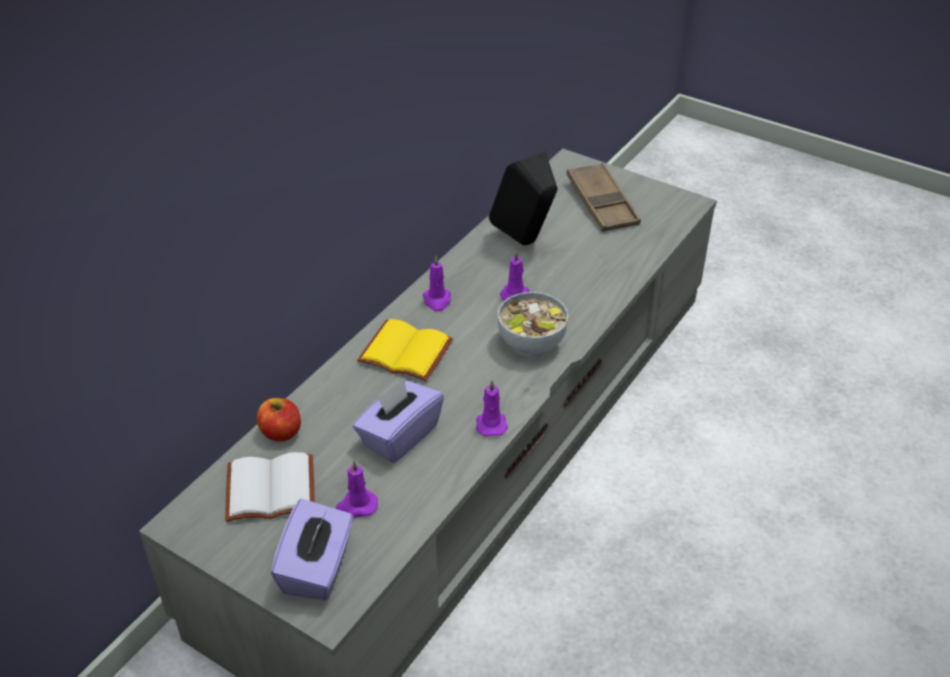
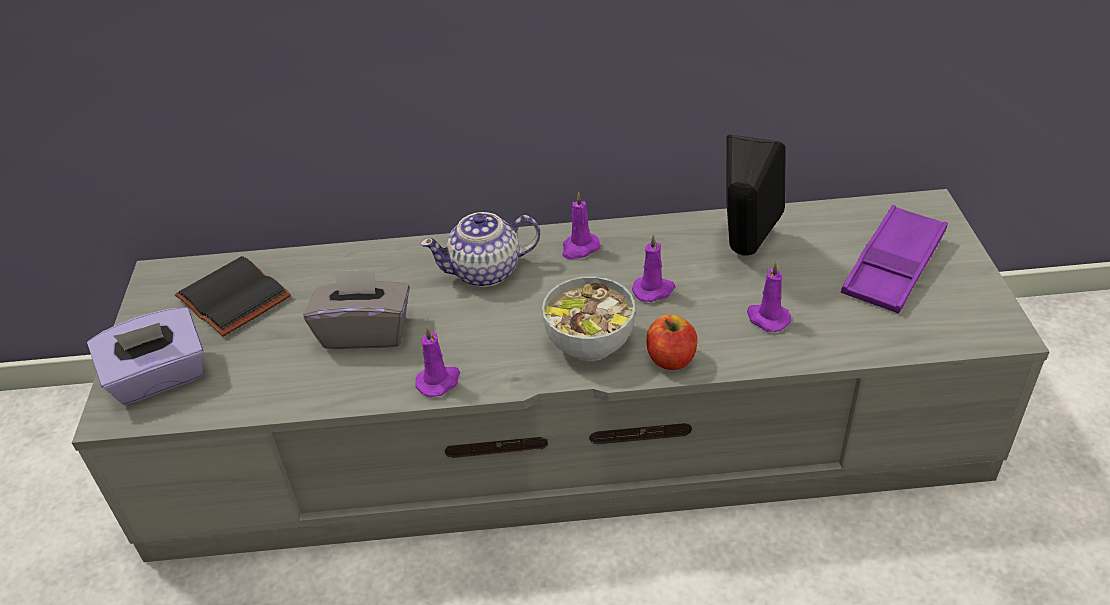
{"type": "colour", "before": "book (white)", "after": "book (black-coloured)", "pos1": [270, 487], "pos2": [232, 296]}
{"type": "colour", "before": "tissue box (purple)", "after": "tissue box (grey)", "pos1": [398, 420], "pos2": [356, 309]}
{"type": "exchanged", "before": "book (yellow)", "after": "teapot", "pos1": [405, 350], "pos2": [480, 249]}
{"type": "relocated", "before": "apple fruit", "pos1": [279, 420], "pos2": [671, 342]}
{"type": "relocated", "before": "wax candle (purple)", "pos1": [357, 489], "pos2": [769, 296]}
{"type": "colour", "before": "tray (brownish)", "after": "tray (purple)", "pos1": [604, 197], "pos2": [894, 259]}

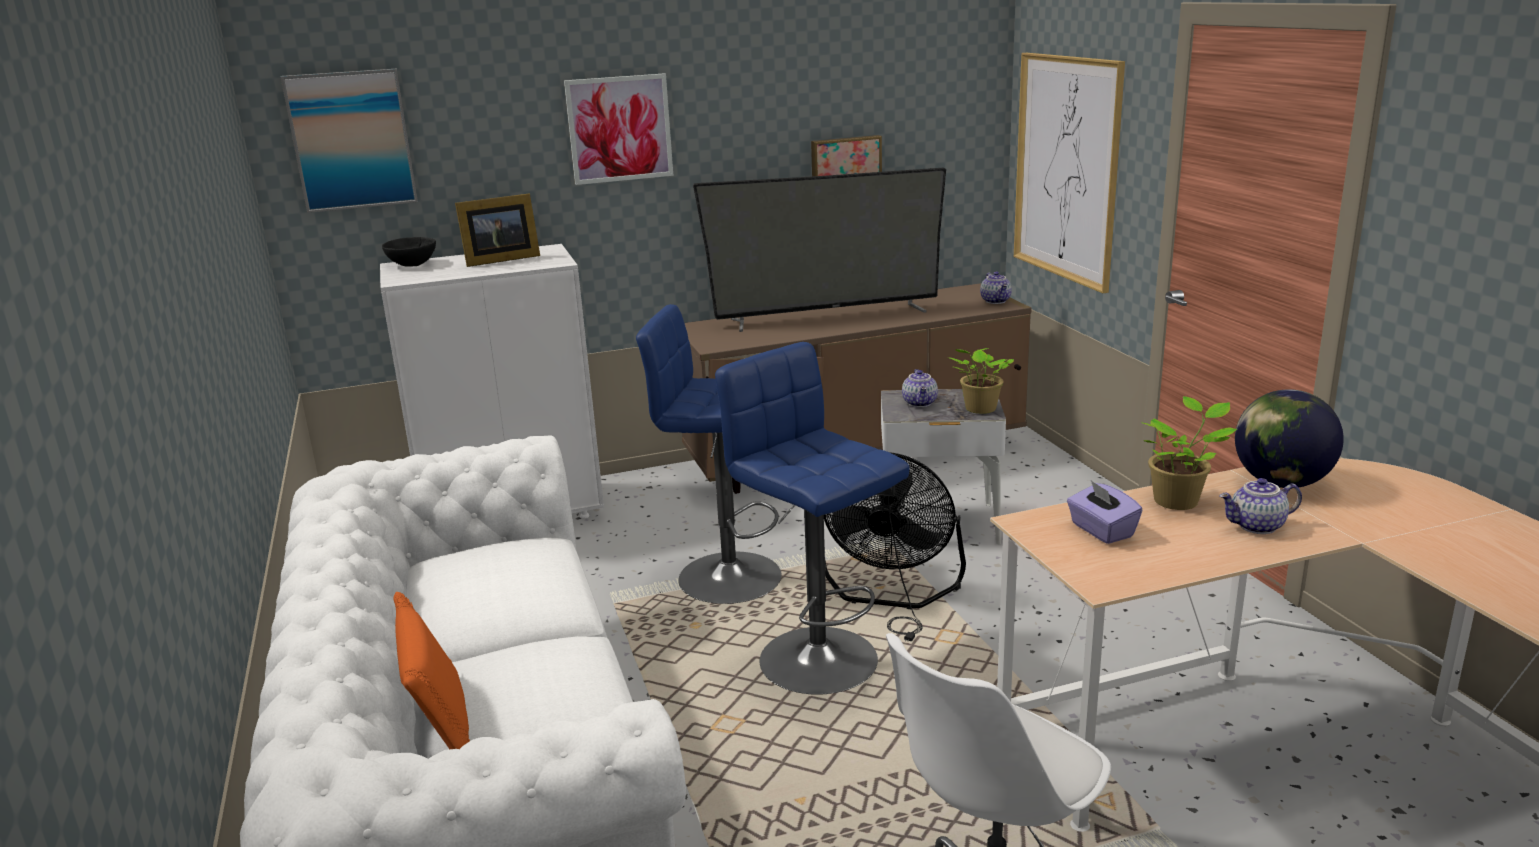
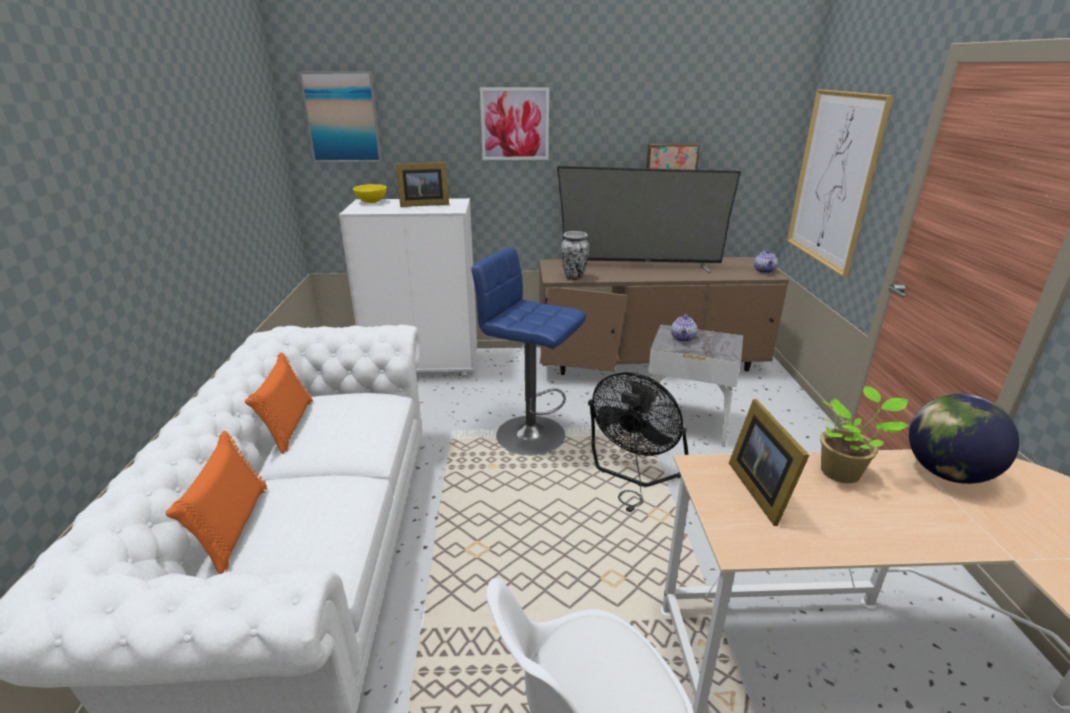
{"type": "appeared", "after": "throw pillow (orangey)", "pos2": [279, 403]}
{"type": "colour", "before": "deep dish (black-coloured)", "after": "deep dish (yellow)", "pos1": [409, 252], "pos2": [370, 193]}
{"type": "appeared", "after": "decorative vase", "pos2": [575, 255]}
{"type": "exchanged", "before": "tissue box (purple)", "after": "photo frame", "pos1": [1105, 512], "pos2": [769, 462]}
{"type": "missing", "before": "sitting stool (bluish)", "pos1": [812, 518]}
{"type": "missing", "before": "plant in a pot", "pos1": [982, 381]}
{"type": "missing", "before": "teapot", "pos1": [1260, 506]}

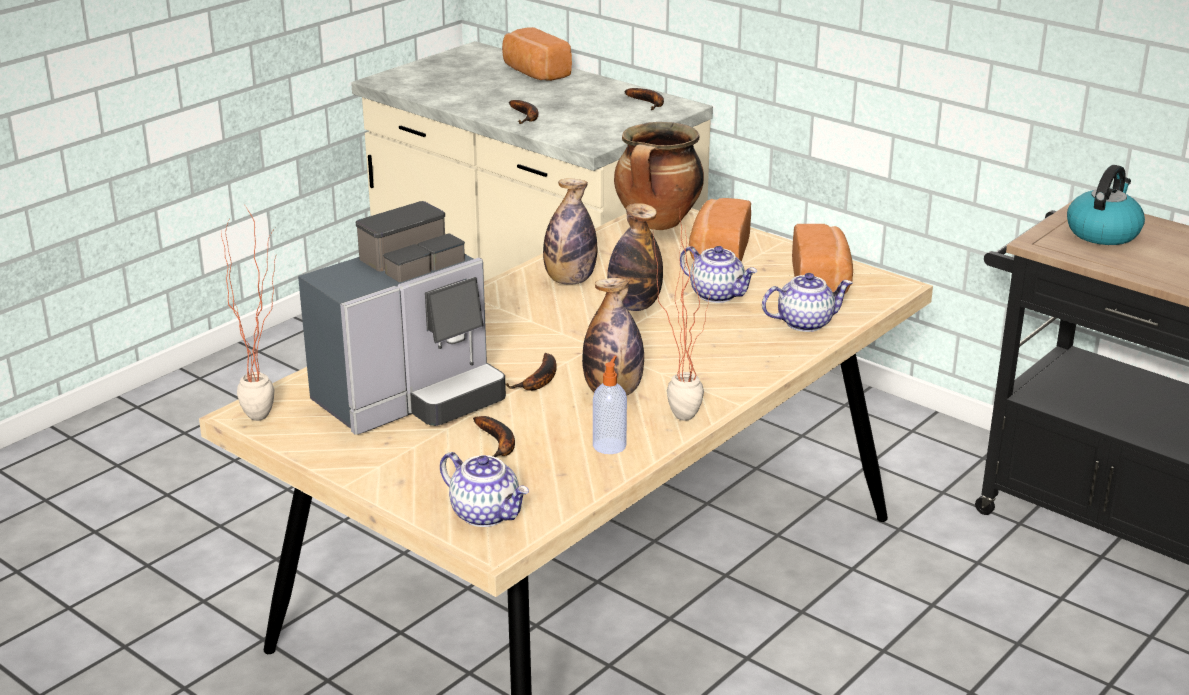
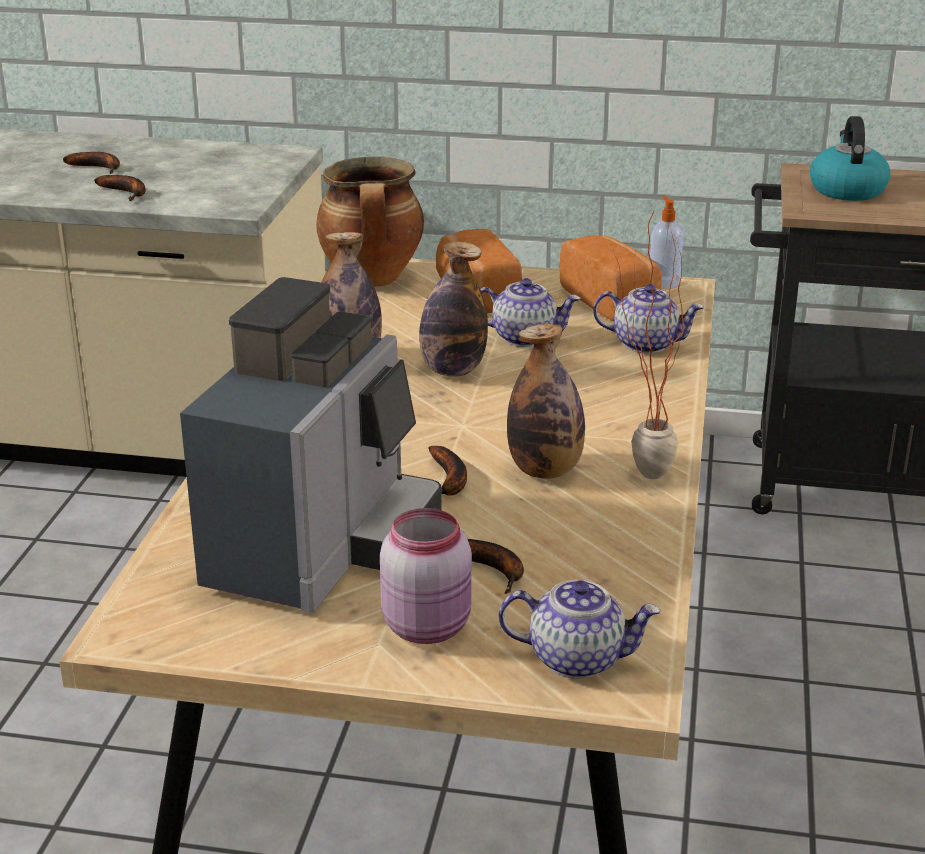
{"type": "relocated", "before": "whole banana", "pos1": [644, 99], "pos2": [91, 163]}
{"type": "appeared", "after": "storage jar (pinkish)", "pos2": [426, 576]}
{"type": "spun", "before": "teapot", "pos1": [807, 302], "pos2": [648, 318], "turn": 60}
{"type": "relocated", "before": "soap dispenser", "pos1": [610, 405], "pos2": [666, 242]}
{"type": "missing", "before": "plant in a pot", "pos1": [248, 312]}
{"type": "missing", "before": "bakery bread", "pos1": [537, 54]}

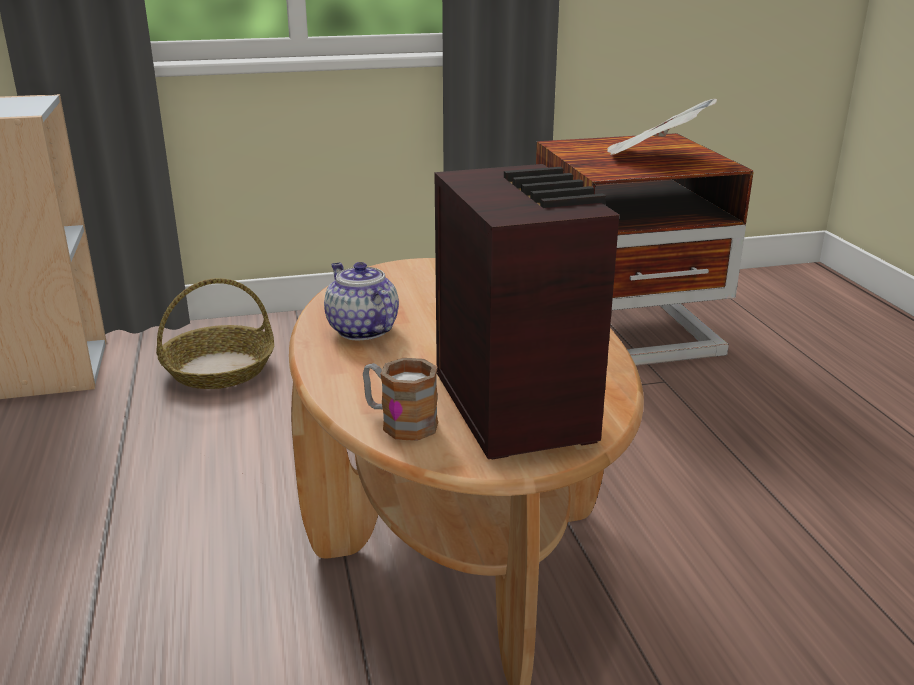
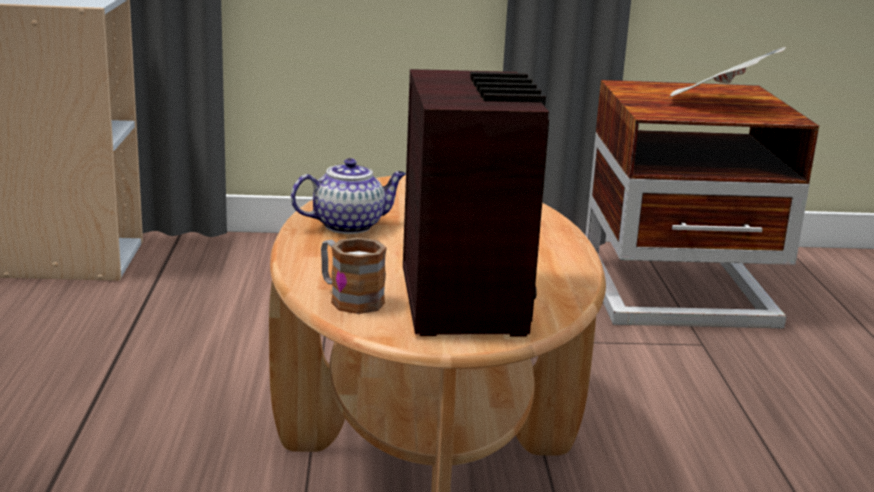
{"type": "spun", "before": "teapot", "pos1": [361, 301], "pos2": [348, 196], "turn": 90}
{"type": "missing", "before": "storage basket", "pos1": [215, 333]}

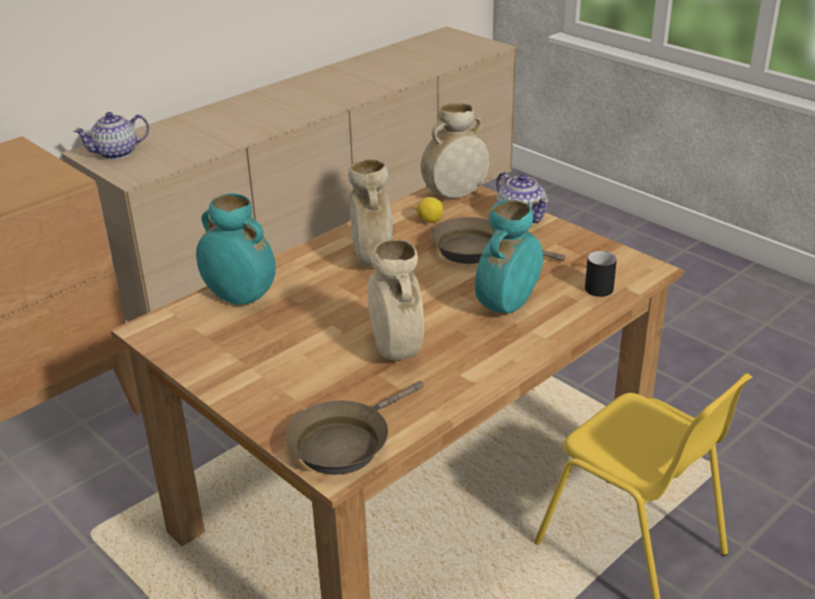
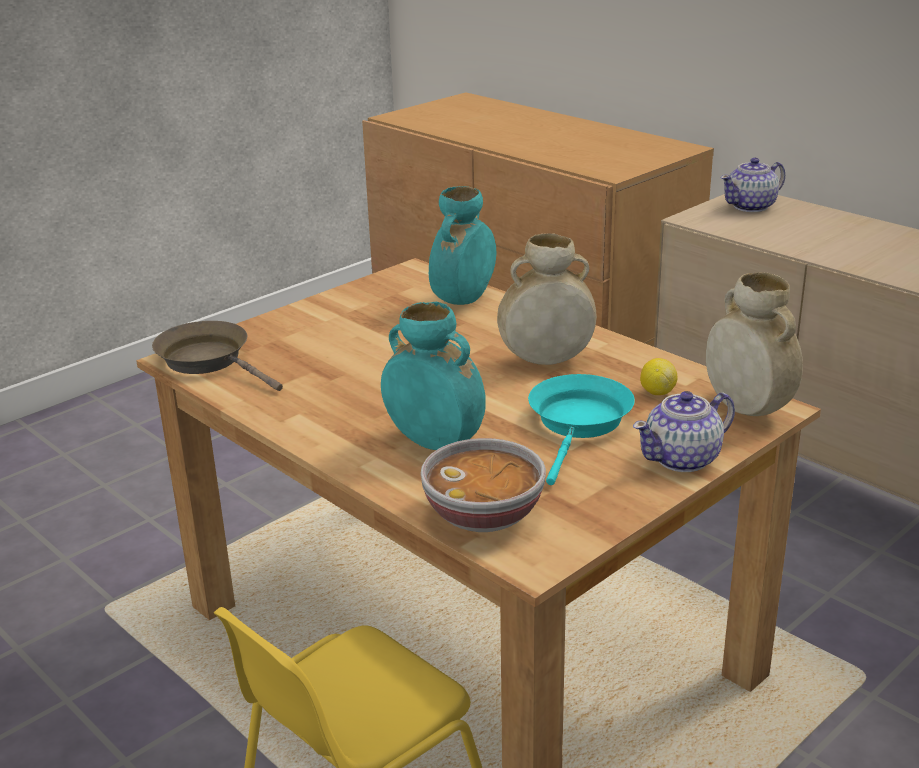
{"type": "exchanged", "before": "tea mug (black-coloured)", "after": "deep dish", "pos1": [601, 274], "pos2": [483, 485]}
{"type": "colour", "before": "skillet (brownish)", "after": "skillet (turquoise)", "pos1": [497, 240], "pos2": [581, 429]}
{"type": "spun", "before": "teapot", "pos1": [111, 136], "pos2": [752, 185], "turn": -90}
{"type": "missing", "before": "decorative vase (beige-coloured)", "pos1": [396, 299]}

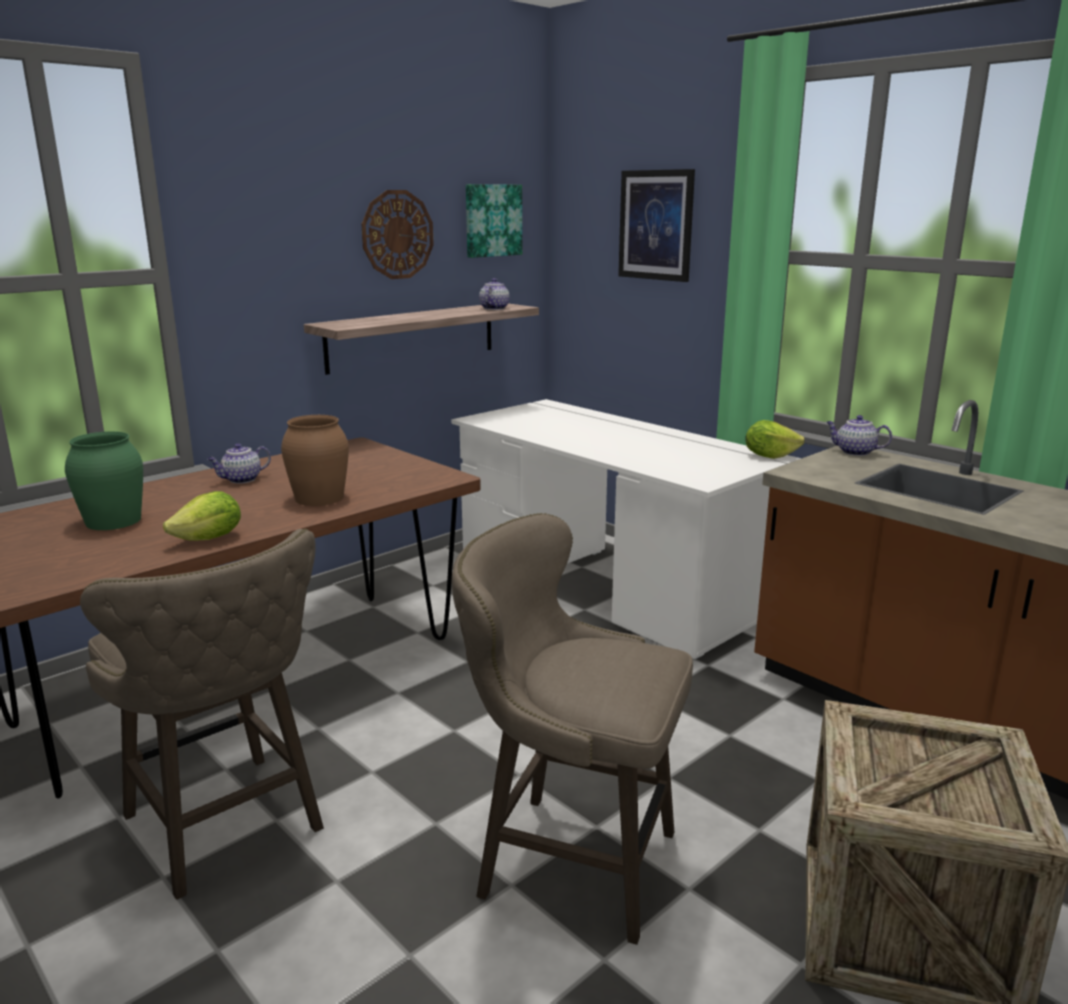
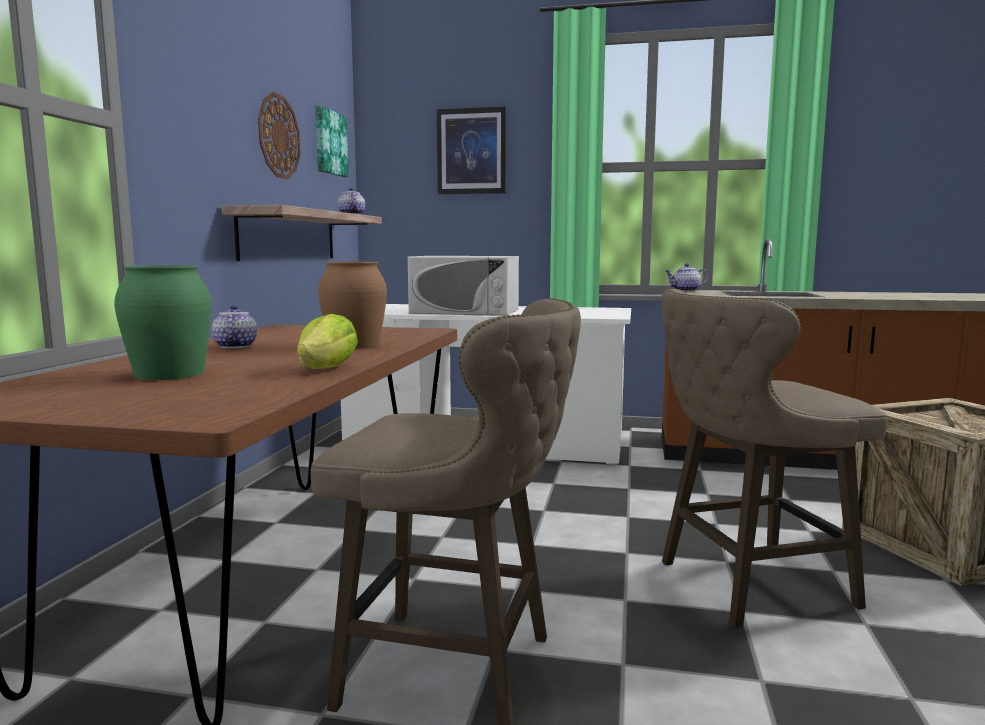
{"type": "spun", "before": "teapot", "pos1": [239, 463], "pos2": [234, 326], "turn": 150}
{"type": "appeared", "after": "microwave oven (white)", "pos2": [463, 286]}
{"type": "missing", "before": "lettuce", "pos1": [775, 439]}

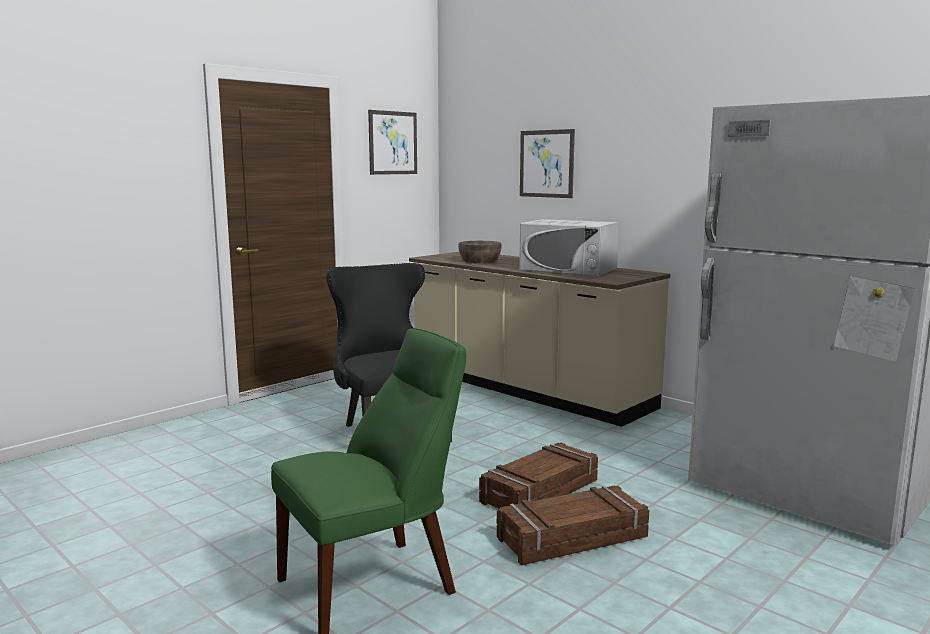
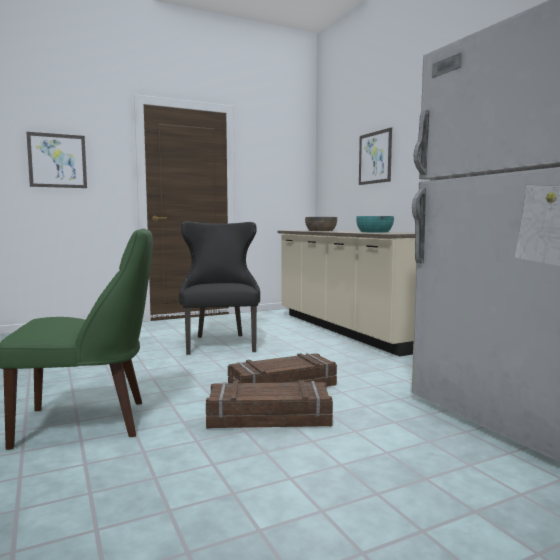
{"type": "relocated", "before": "wall art", "pos1": [392, 142], "pos2": [56, 160]}
{"type": "exchanged", "before": "microwave oven (white)", "after": "deep dish (turquoise)", "pos1": [569, 247], "pos2": [375, 224]}

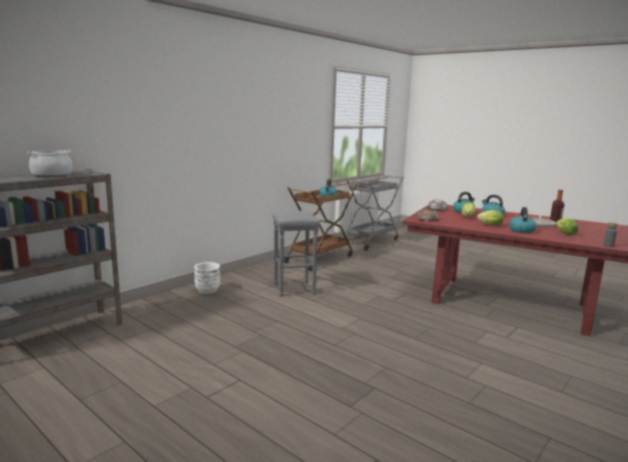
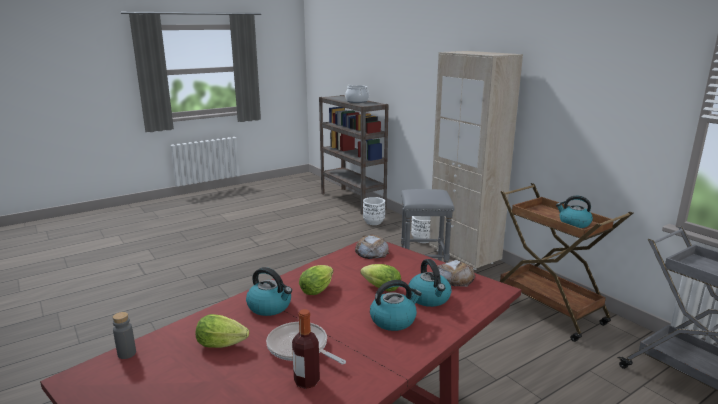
{"type": "appeared", "after": "flower pot (white)", "pos2": [374, 211]}
{"type": "appeared", "after": "cabinet (beige-coloured)", "pos2": [476, 160]}

